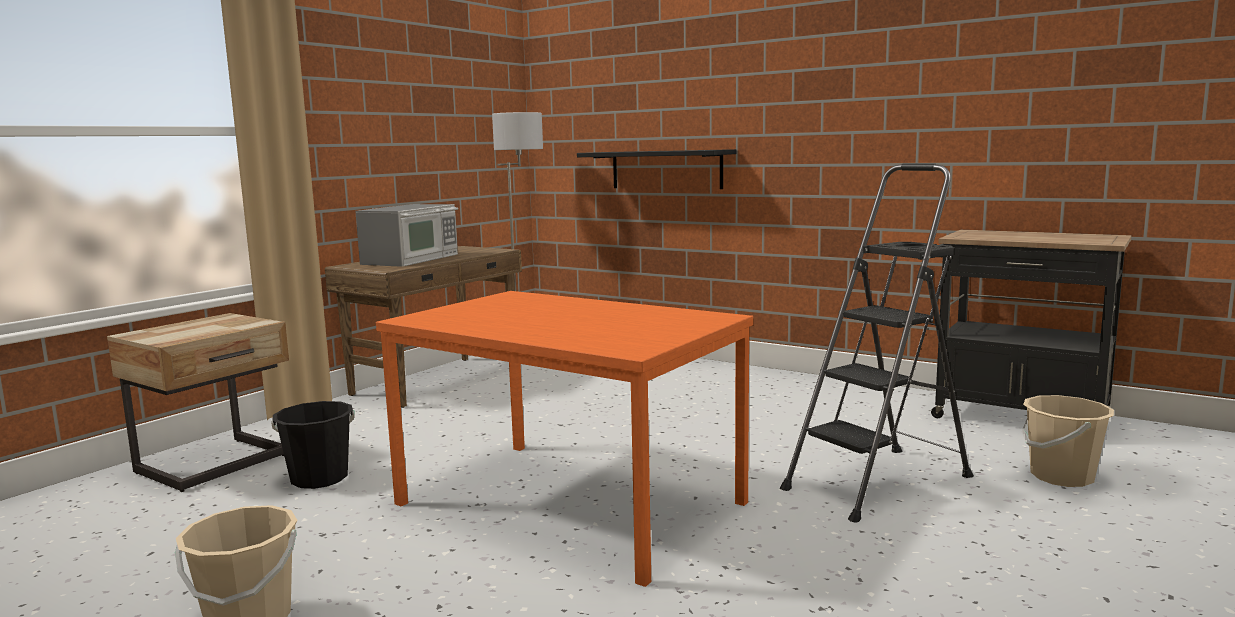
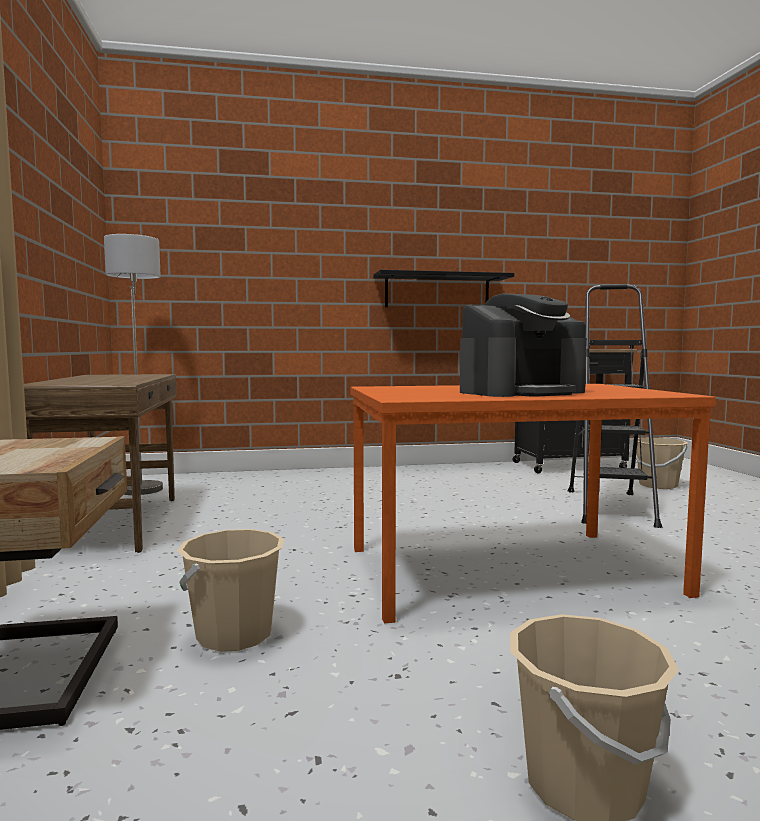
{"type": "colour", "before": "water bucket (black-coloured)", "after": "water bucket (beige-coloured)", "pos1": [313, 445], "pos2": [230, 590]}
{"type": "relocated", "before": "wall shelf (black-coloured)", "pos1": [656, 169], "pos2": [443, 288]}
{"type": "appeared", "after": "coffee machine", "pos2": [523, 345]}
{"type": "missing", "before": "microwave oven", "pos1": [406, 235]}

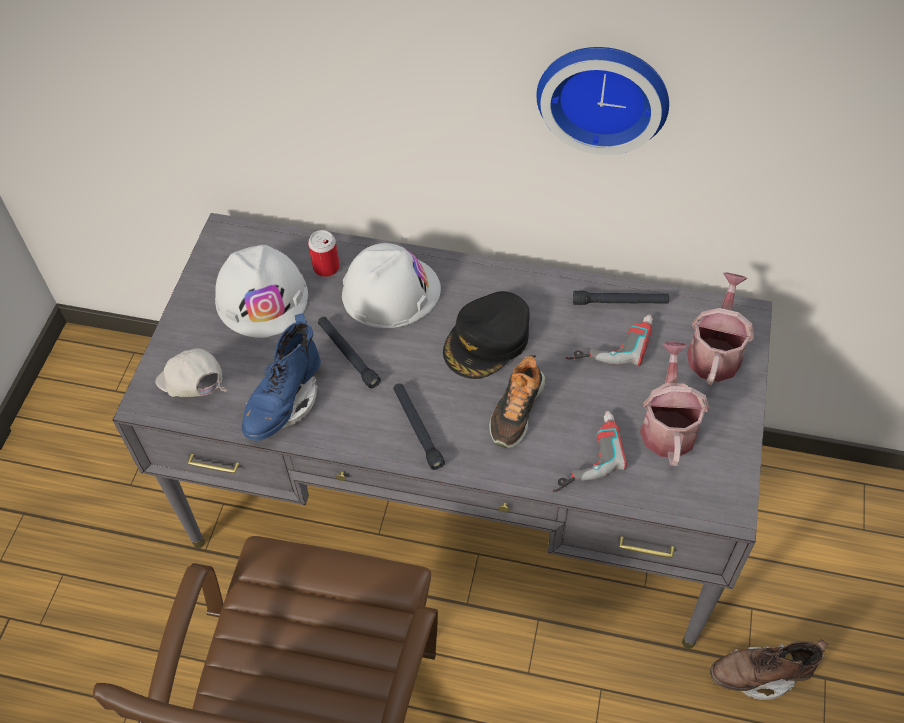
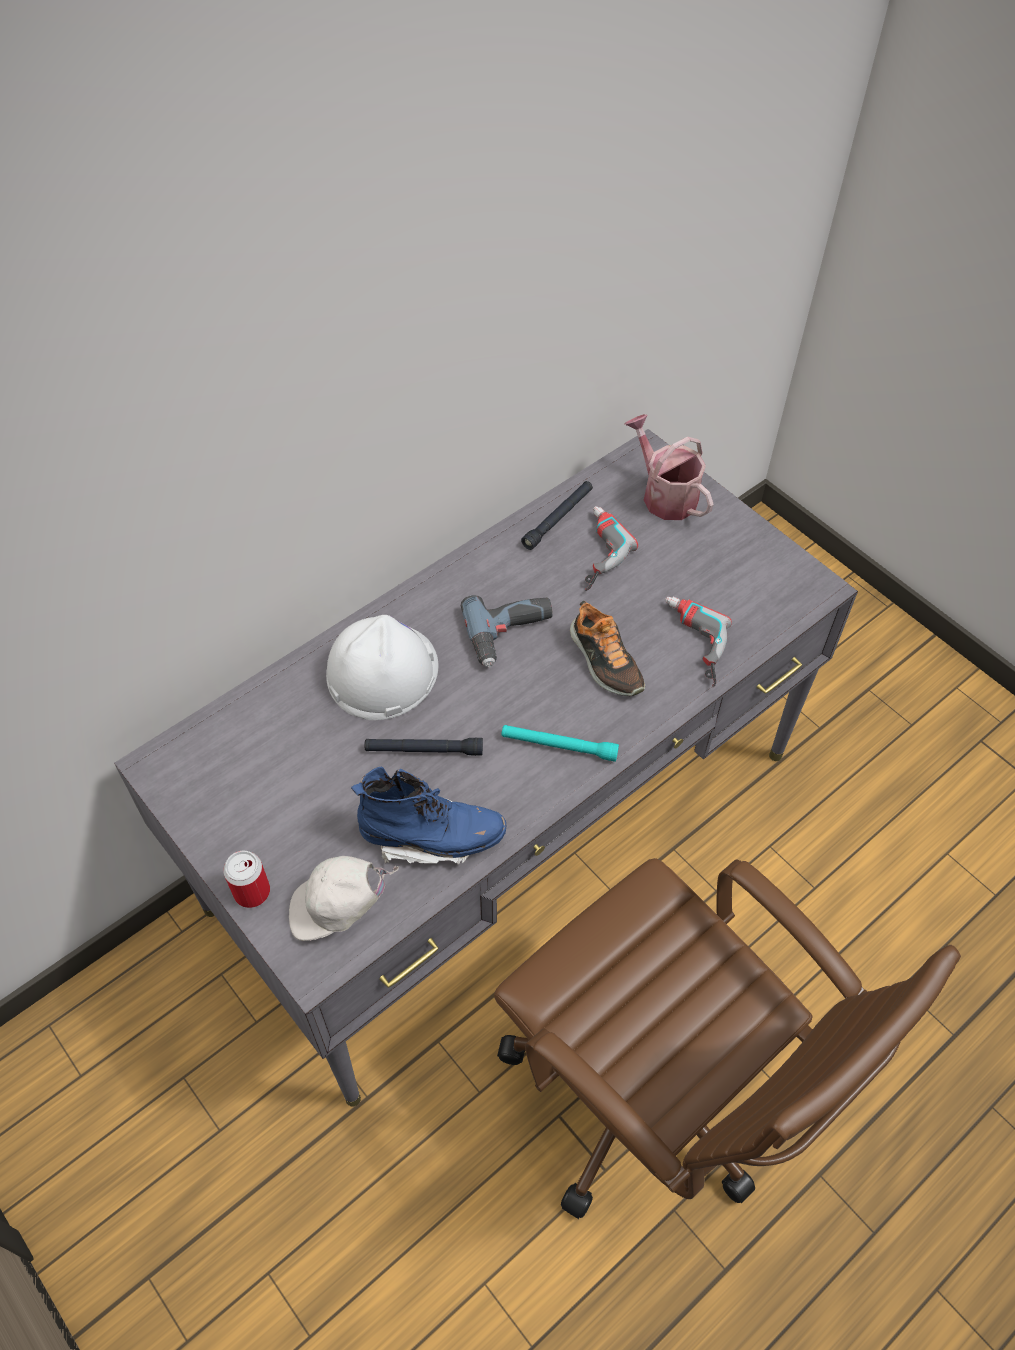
{"type": "relocated", "before": "sealed can", "pos1": [324, 253], "pos2": [246, 879]}
{"type": "spun", "before": "boot (bluish)", "pos1": [281, 377], "pos2": [428, 816], "turn": -60}
{"type": "exchanged", "before": "cap (black-coloured)", "after": "power drill", "pos1": [486, 335], "pos2": [507, 631]}
{"type": "colour", "before": "flashlight (black-coloured)", "after": "flashlight (turquoise)", "pos1": [419, 426], "pos2": [560, 743]}
{"type": "missing", "before": "work helmet (white)", "pos1": [261, 291]}
{"type": "missing", "before": "clock on the wall", "pos1": [602, 101]}
{"type": "missing", "before": "sprinkling can", "pos1": [674, 404]}
{"type": "missing", "before": "boot (brownish)", "pos1": [769, 669]}

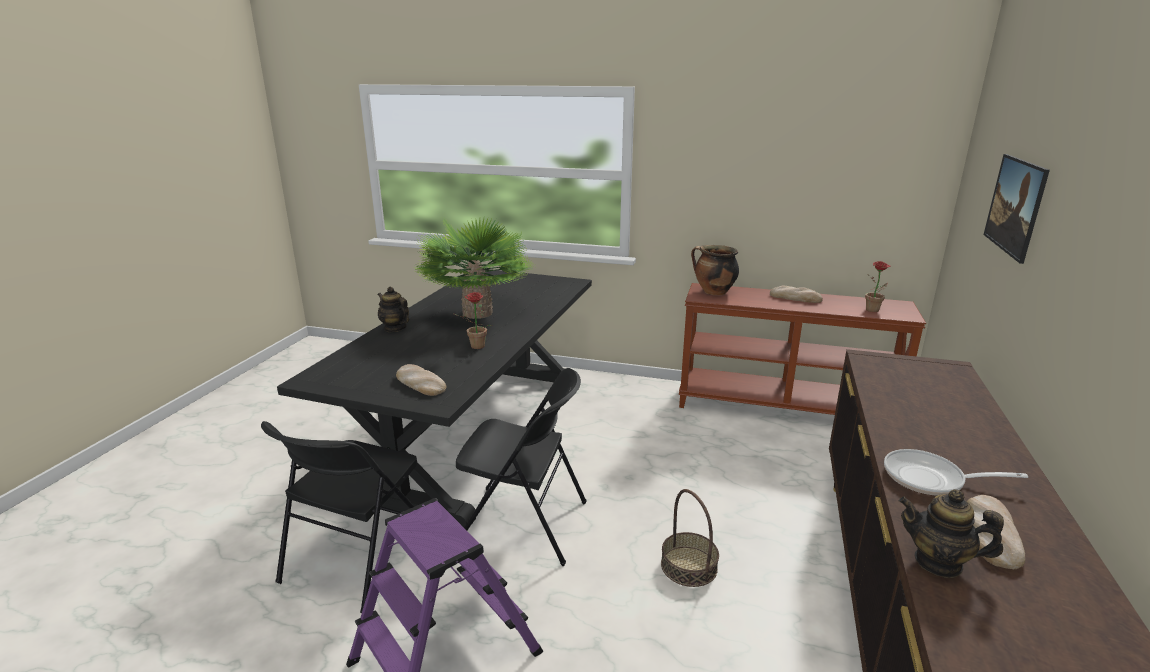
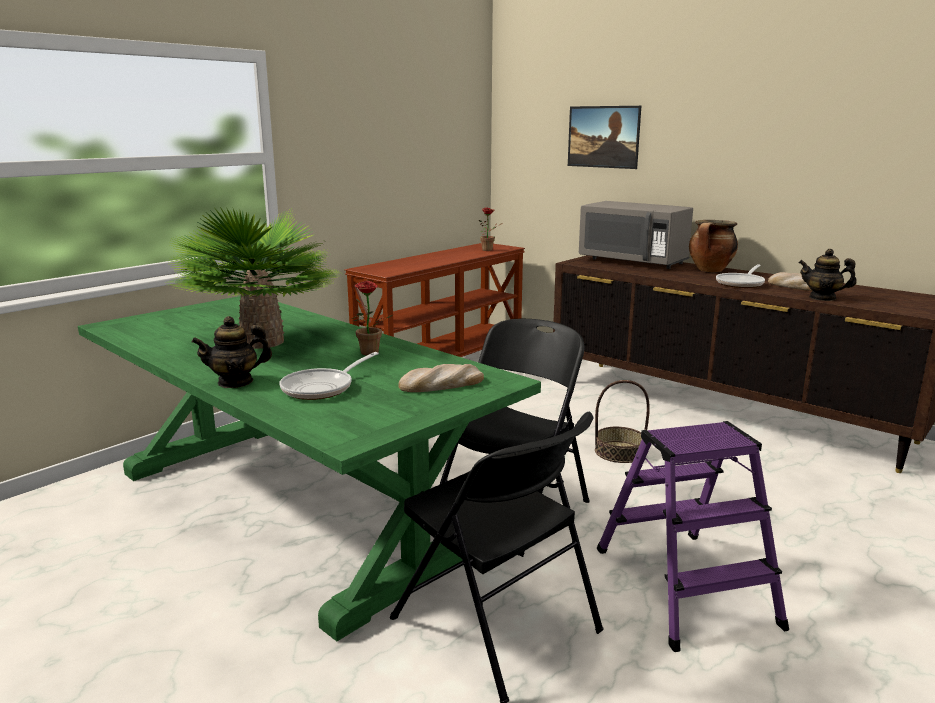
{"type": "colour", "before": "kitchen table (black-coloured)", "after": "kitchen table (greenish)", "pos1": [434, 398], "pos2": [309, 468]}
{"type": "appeared", "after": "skillet", "pos2": [329, 376]}
{"type": "appeared", "after": "microwave oven (grey)", "pos2": [636, 235]}
{"type": "relocated", "before": "cooking pot", "pos1": [715, 270], "pos2": [713, 246]}
{"type": "spun", "before": "teapot", "pos1": [951, 533], "pos2": [827, 275], "turn": 60}
{"type": "missing", "before": "bakery bread", "pos1": [796, 294]}

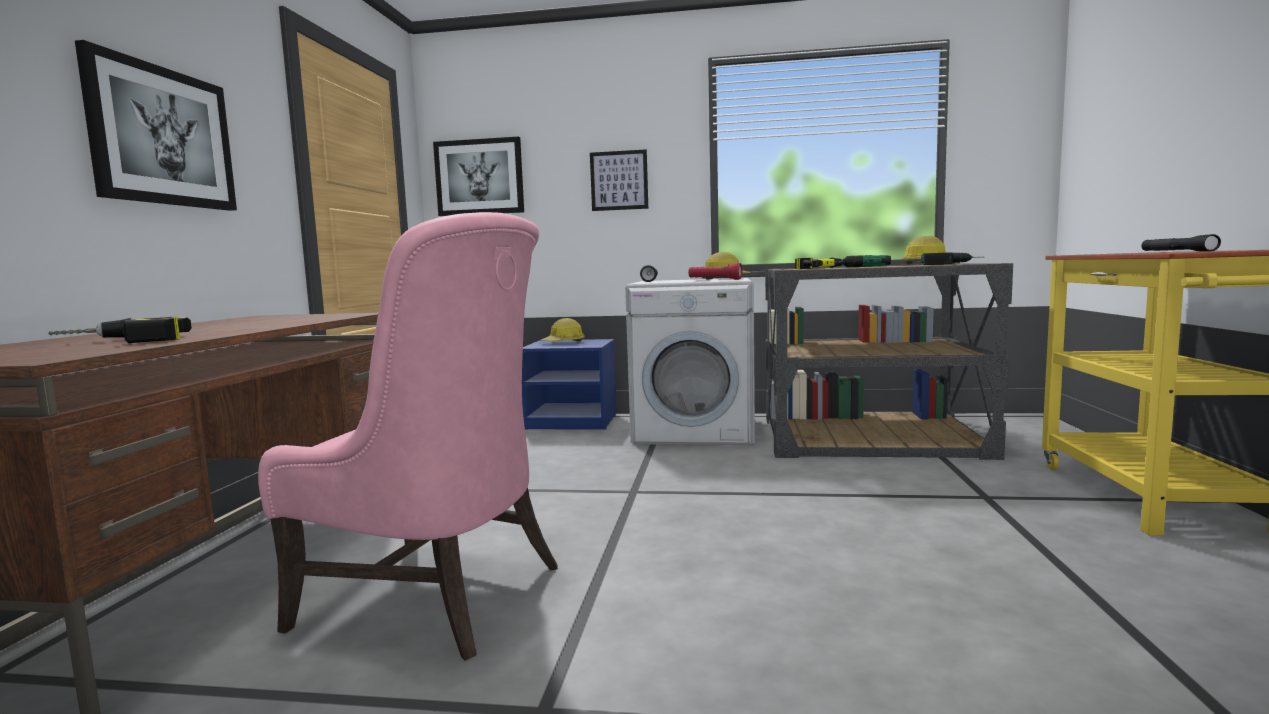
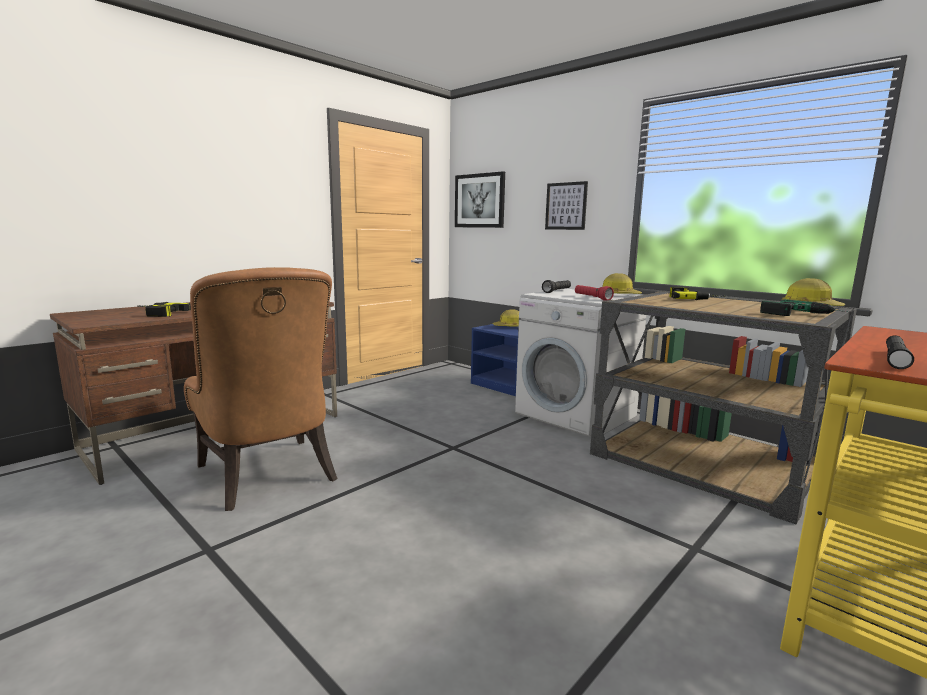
{"type": "colour", "before": "upright chair (pinkish)", "after": "upright chair (brownish)", "pos1": [408, 436], "pos2": [261, 389]}
{"type": "missing", "before": "wall art", "pos1": [156, 125]}
{"type": "missing", "before": "power drill", "pos1": [860, 261]}

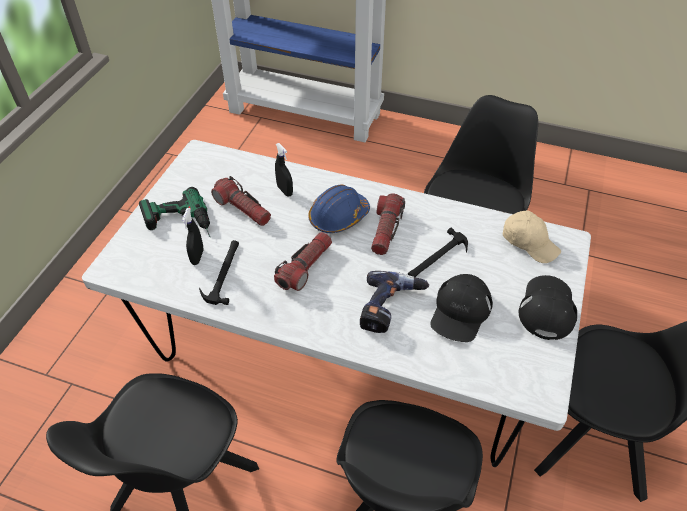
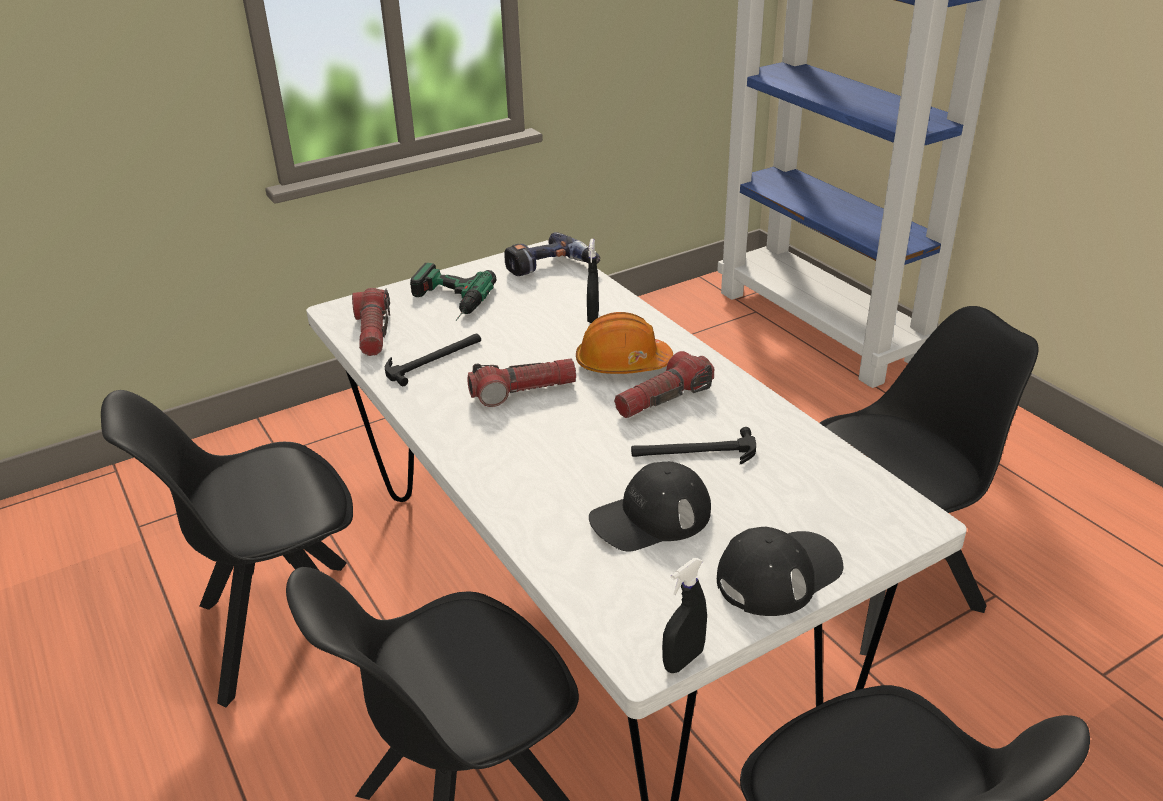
{"type": "relocated", "before": "flashlight", "pos1": [241, 201], "pos2": [371, 322]}
{"type": "relocated", "before": "power drill", "pos1": [394, 302], "pos2": [552, 254]}
{"type": "colour", "before": "work helmet (bluish)", "after": "work helmet (orangey)", "pos1": [339, 209], "pos2": [624, 343]}
{"type": "relocated", "before": "hand sprayer (black-coloured)", "pos1": [193, 236], "pos2": [684, 615]}
{"type": "missing", "before": "cap (beige-coloured)", "pos1": [532, 236]}

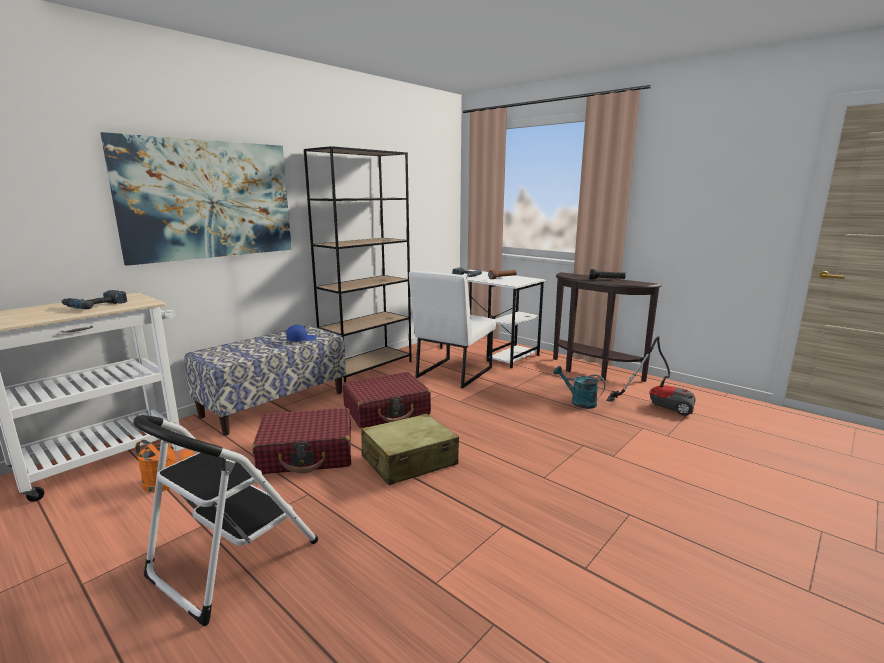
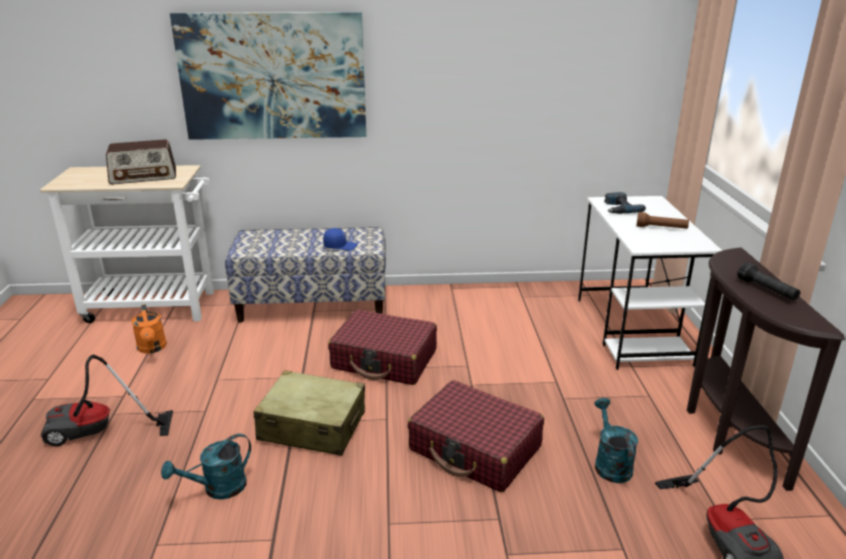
{"type": "exchanged", "before": "step ladder", "after": "vacuum", "pos1": [225, 520], "pos2": [107, 400]}
{"type": "exchanged", "before": "power drill", "after": "radio set", "pos1": [94, 299], "pos2": [141, 161]}
{"type": "appeared", "after": "sprinkling can (turquoise)", "pos2": [206, 467]}
{"type": "relocated", "before": "suitcase (reddish)", "pos1": [301, 441], "pos2": [476, 436]}
{"type": "missing", "before": "bookshelf (beige-coloured)", "pos1": [358, 264]}
{"type": "missing", "before": "upright chair (white)", "pos1": [452, 329]}

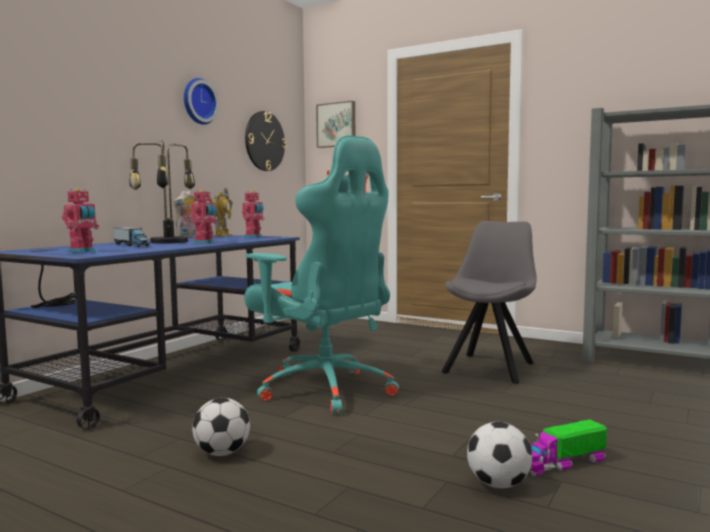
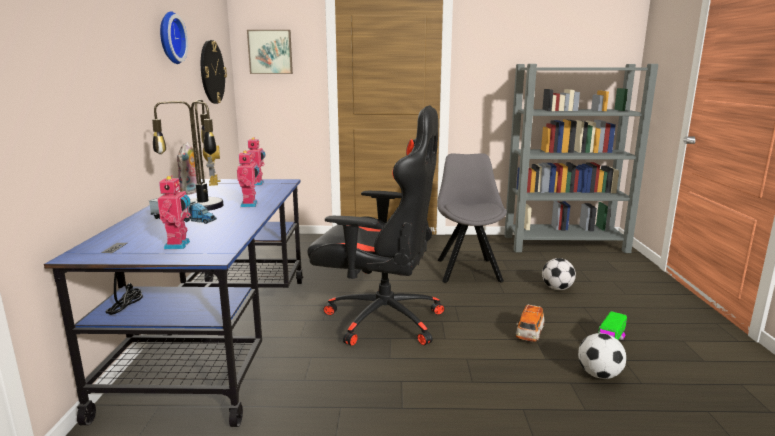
{"type": "colour", "before": "computer chair (turquoise)", "after": "computer chair (black-coloured)", "pos1": [321, 275], "pos2": [375, 225]}
{"type": "appeared", "after": "miniature car", "pos2": [530, 323]}
{"type": "relocated", "before": "ball for football", "pos1": [221, 427], "pos2": [559, 274]}

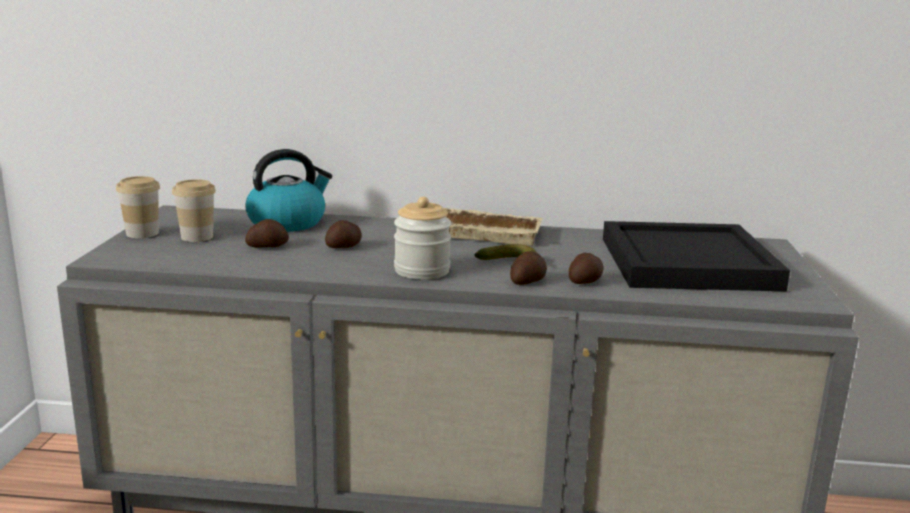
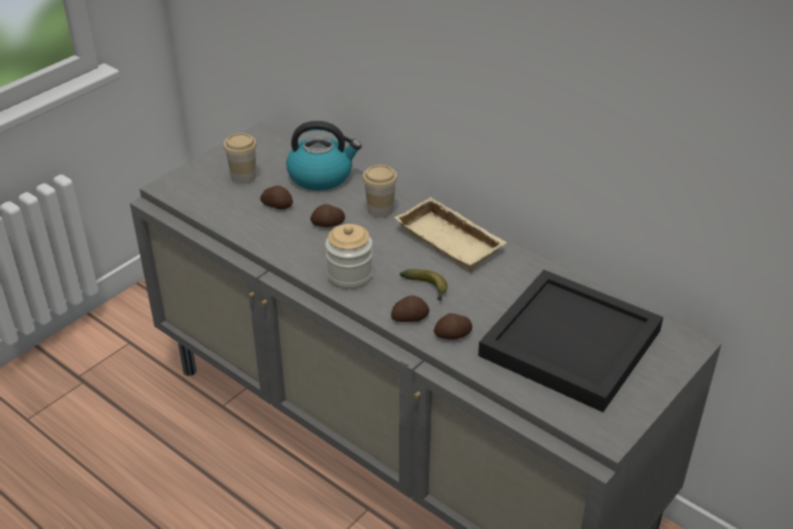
{"type": "relocated", "before": "cup", "pos1": [138, 207], "pos2": [380, 191]}

